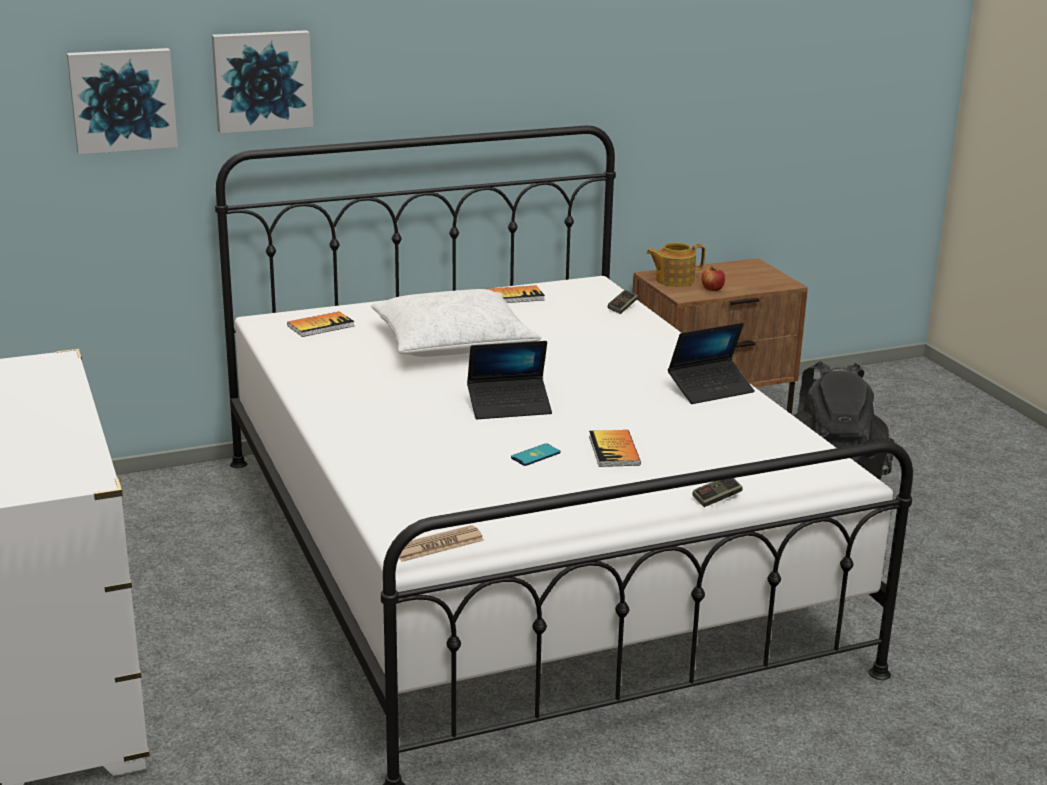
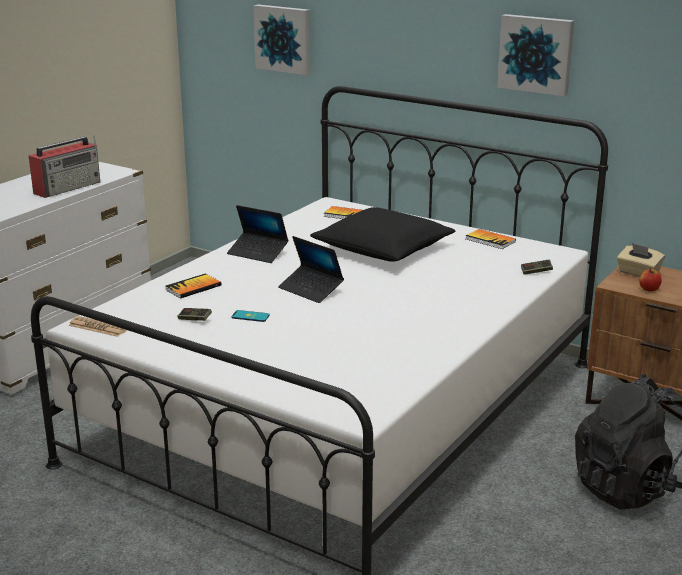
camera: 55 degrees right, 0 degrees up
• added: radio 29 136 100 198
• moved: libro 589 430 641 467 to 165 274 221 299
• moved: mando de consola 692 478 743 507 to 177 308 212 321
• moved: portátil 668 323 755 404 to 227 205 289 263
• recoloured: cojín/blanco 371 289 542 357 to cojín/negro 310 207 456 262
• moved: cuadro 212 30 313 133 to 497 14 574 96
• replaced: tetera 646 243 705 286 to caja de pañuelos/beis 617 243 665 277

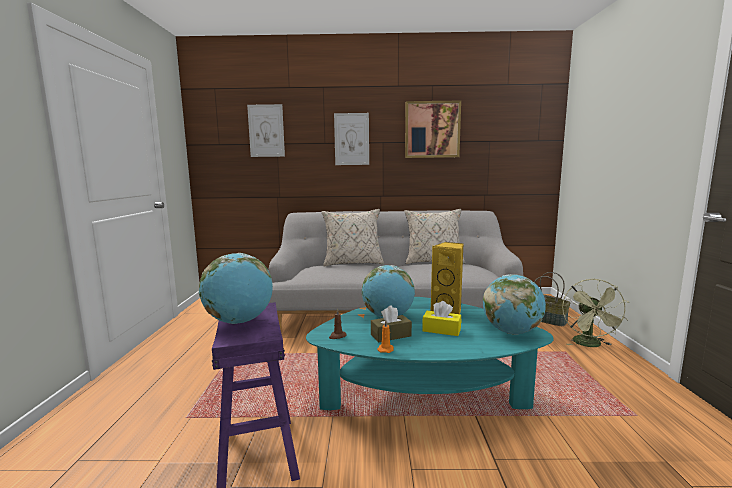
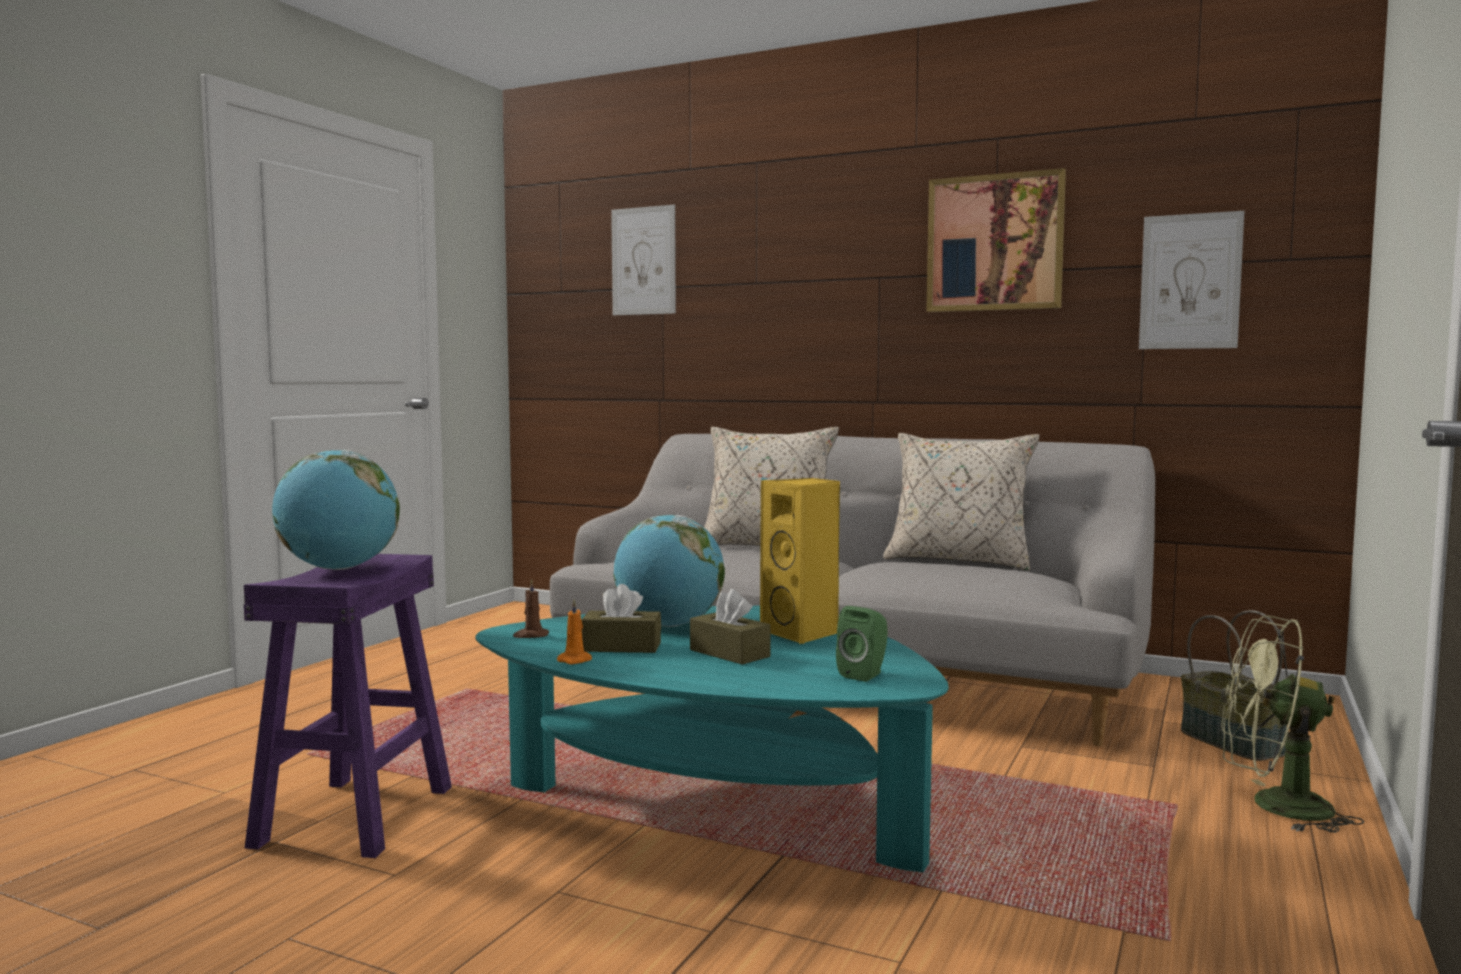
camera: 25 degrees right, 5 degrees down
• recoloured: caja de pañuelos/amarillo 422 301 461 336 to caja de pañuelos/marrón 690 589 771 664
• replaced: globo terráqueo 483 274 546 335 to altavoz/verde 836 606 888 682
• moved: cuadro 334 113 369 165 to 1139 211 1244 349
• turned: ventilador/verde 562 278 629 347 = 1221 616 1364 833 75 degrees clockwise

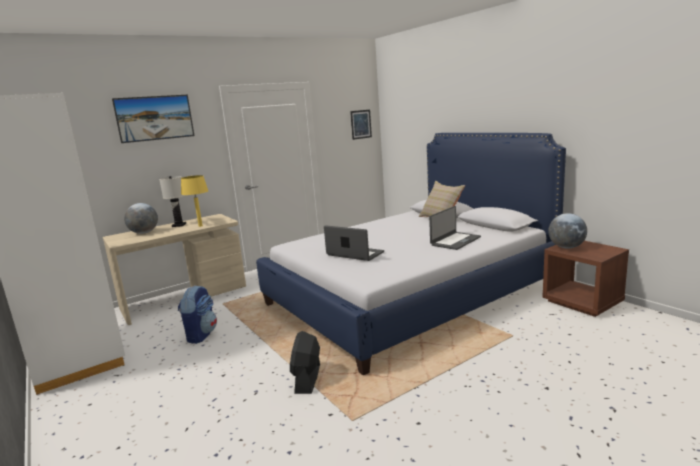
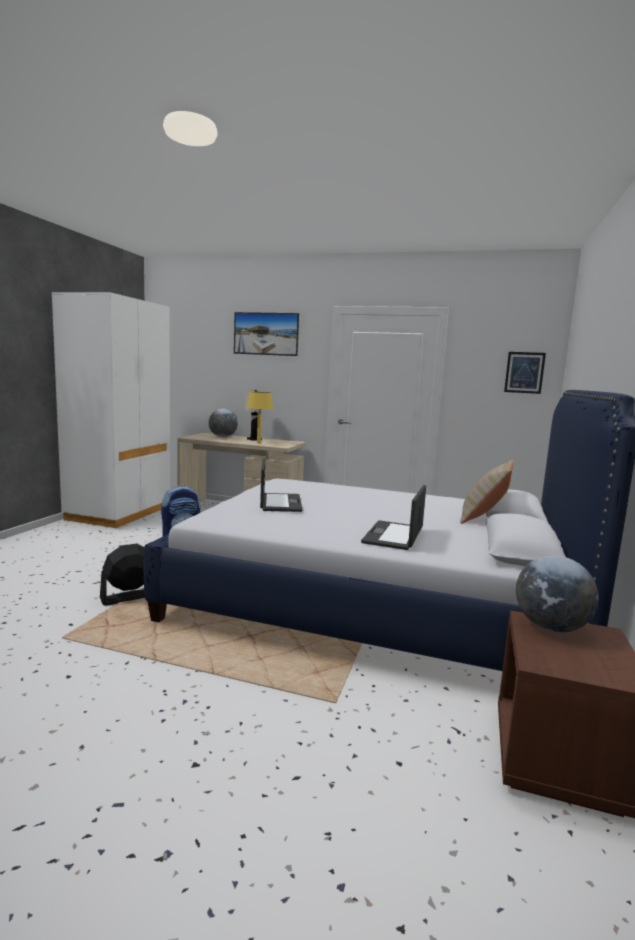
camera: 50 degrees right, 5 degrees down
• turned: portátil 429 206 481 250 = 361 485 426 550 105 degrees clockwise

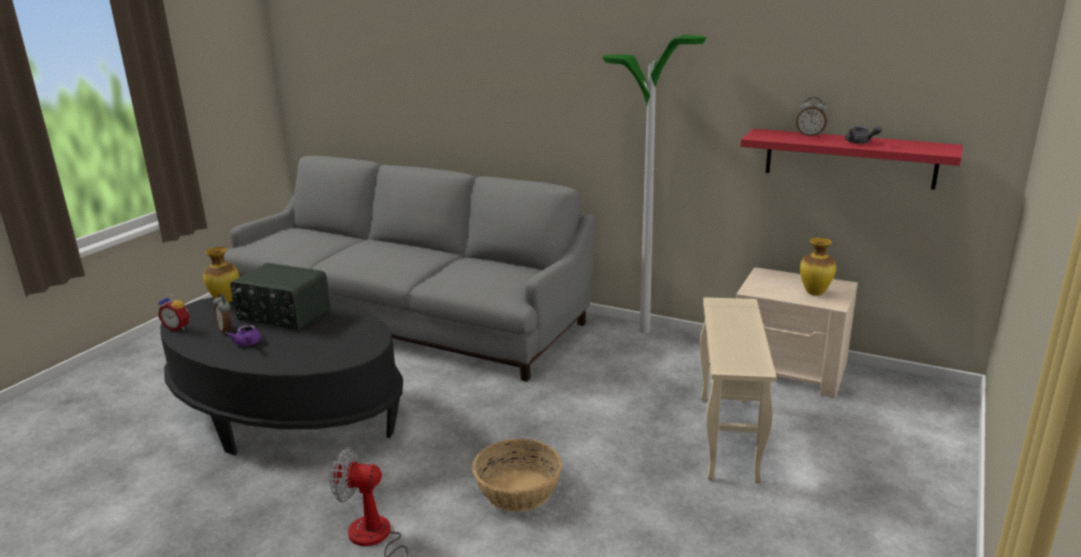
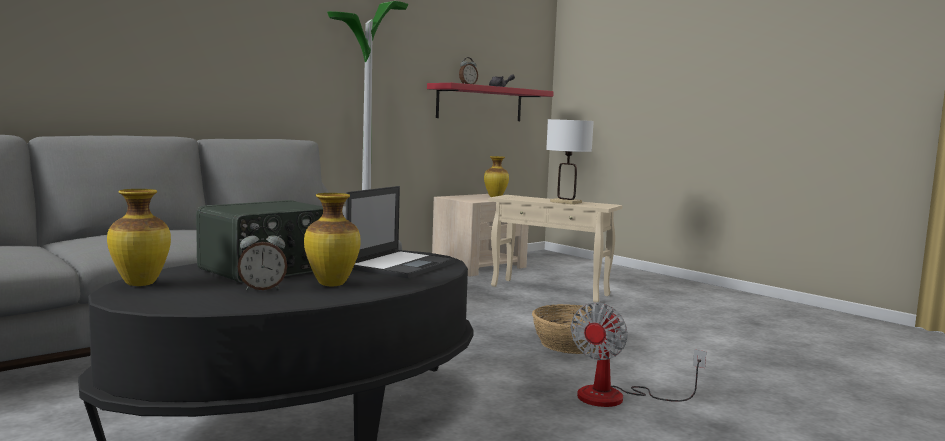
camera: 70 degrees left, 15 degrees down
• replaced: tetera/morado 227 325 261 346 to florero 304 193 361 286
• added: portátil 346 186 455 278
• added: lámpara de mesa/blanco 546 119 594 204
• removed: despertador 158 293 190 331

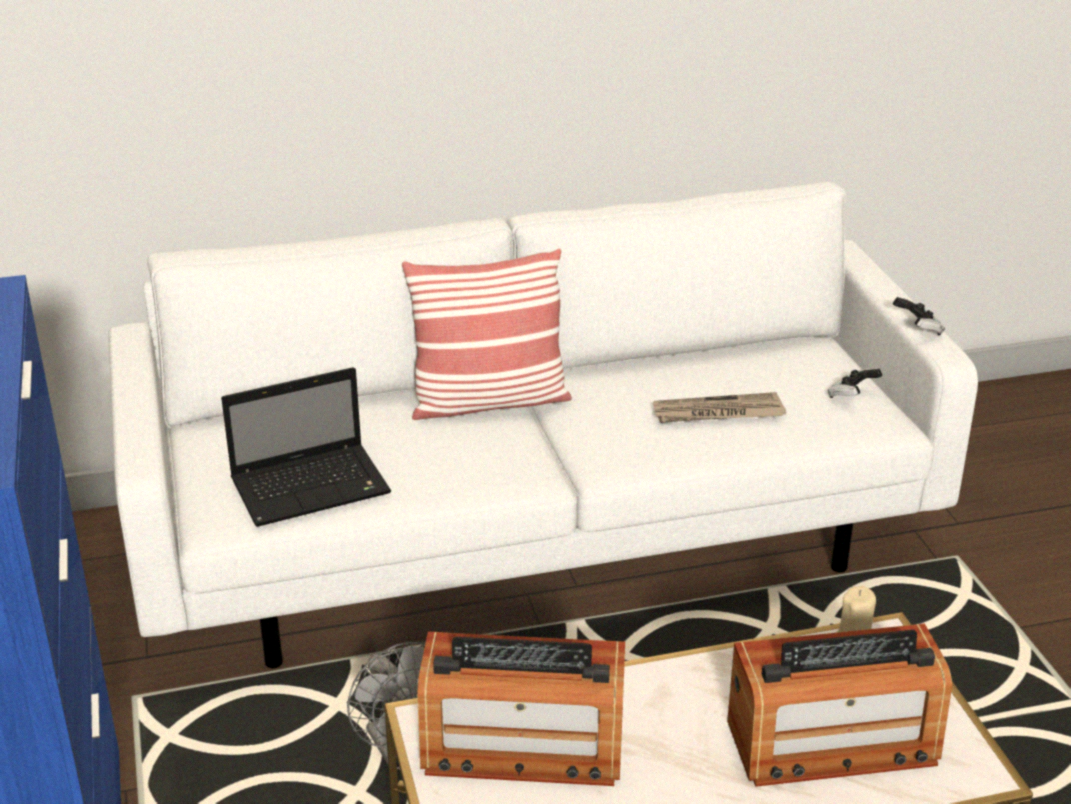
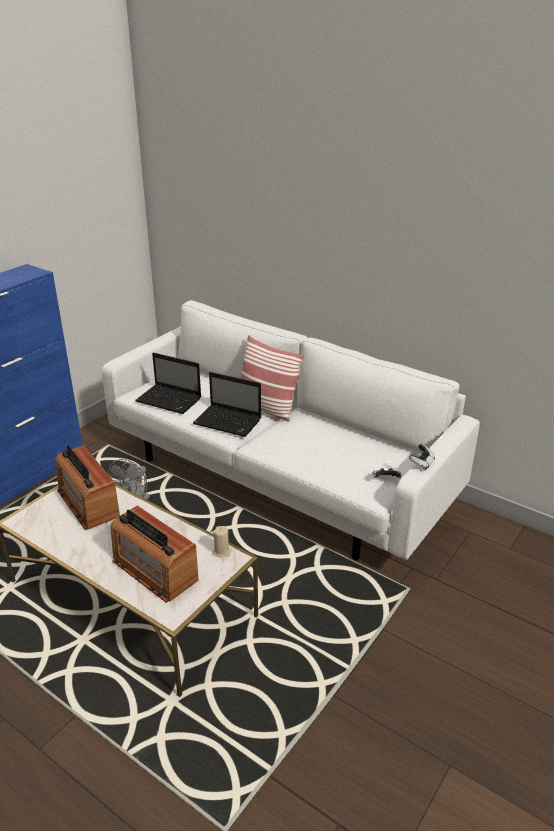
camera: 50 degrees right, 0 degrees up
• added: portátil 193 372 261 437
• removed: periódico 653 392 786 423

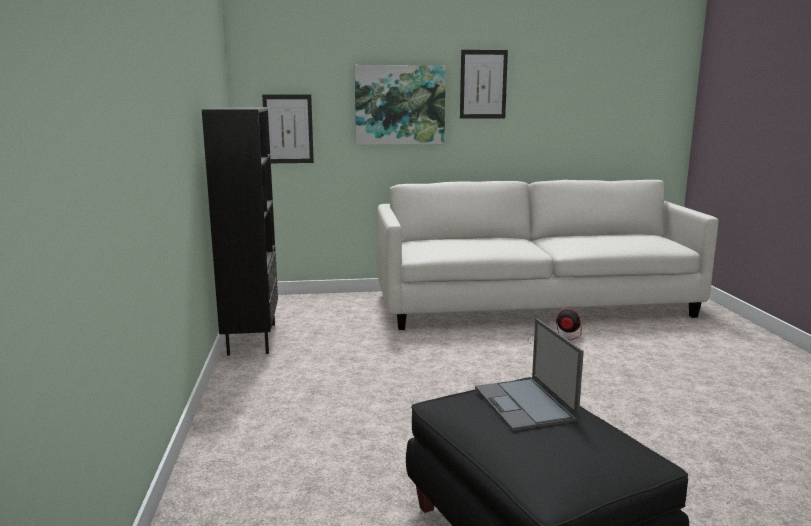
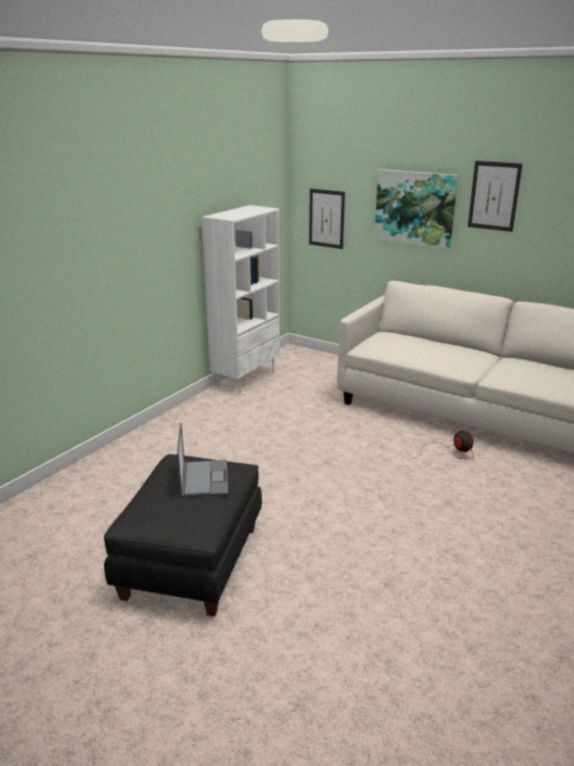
camera: 40 degrees right, 10 degrees up
• turned: portátil 475 318 584 431 = 177 423 228 497 150 degrees clockwise
• recoloured: estantería/negro 202 107 278 356 to estantería/blanco 201 205 280 393

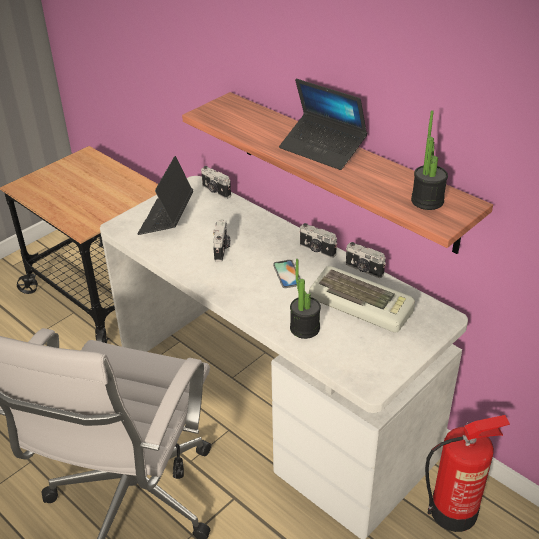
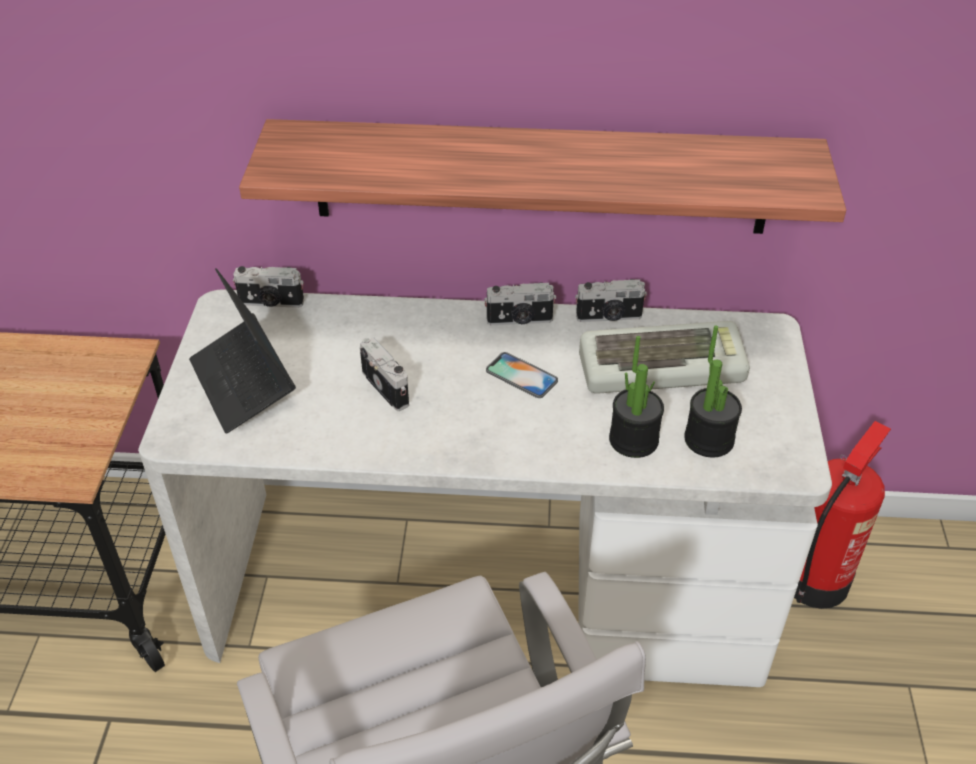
camera: 40 degrees left, 5 degrees up
• moved: planta en maceta 411 110 448 210 to 684 325 742 457
• removed: portátil 279 79 367 170

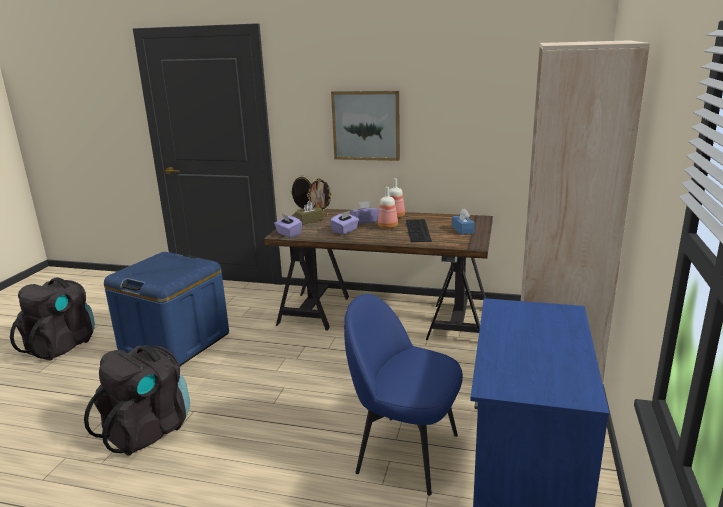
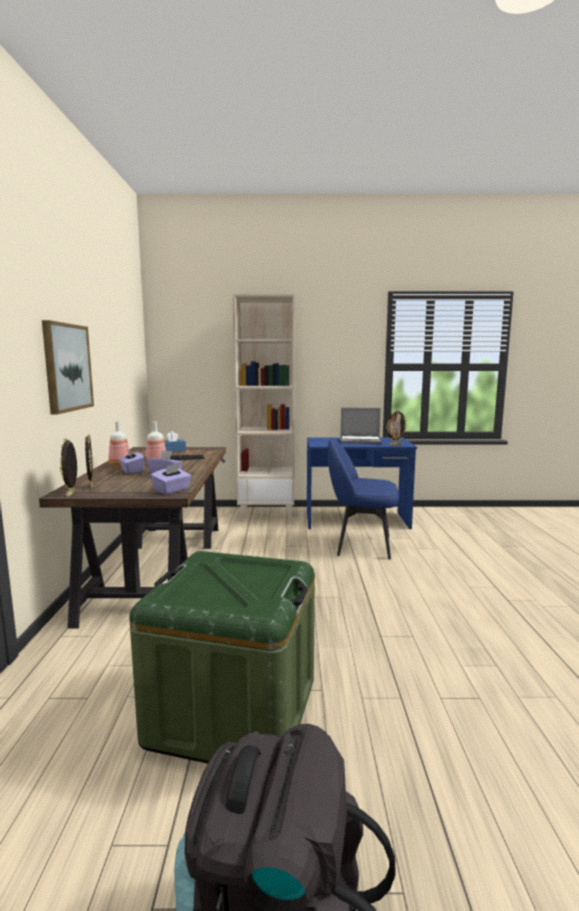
camera: 105 degrees left, 10 degrees down
• recoloured: caja de almacenaje/azul 104 252 229 366 to caja de almacenaje/verde 129 551 315 764
• turned: silla/azul 344 294 463 496 = 328 439 399 560 90 degrees clockwise
• added: portátil 340 408 382 444
• added: portarretratos 386 410 407 446
• removed: mochila/negro 84 345 190 456
• removed: caja de pañuelos/marrón 295 201 323 225

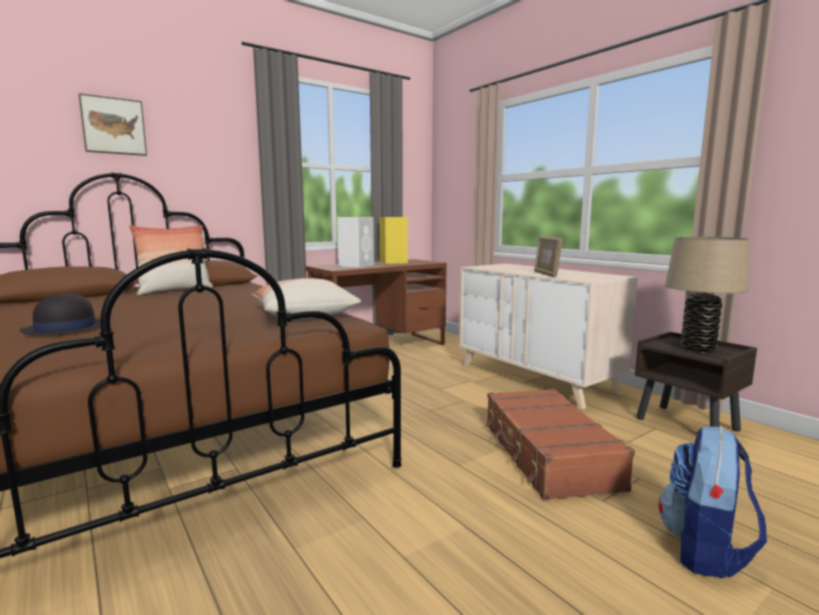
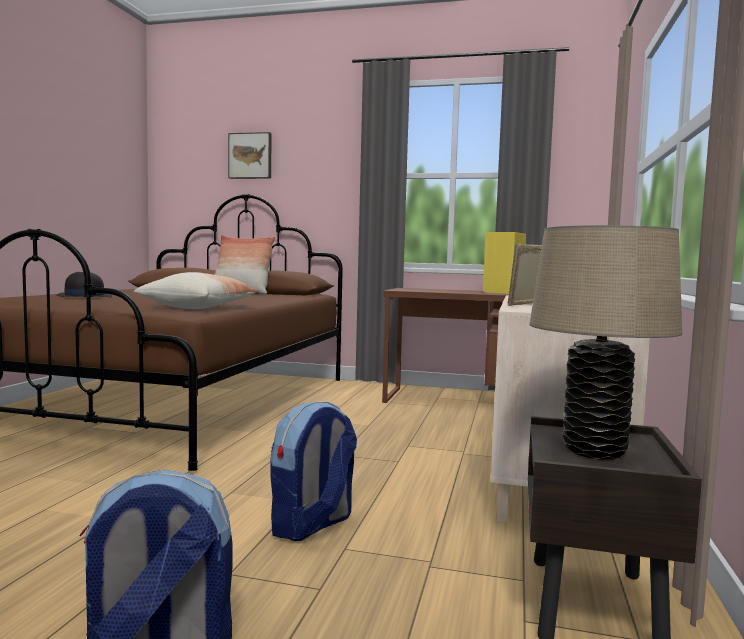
camera: 50 degrees right, 5 degrees down
• replaced: maleta/marrón 485 389 635 500 to mochila 270 401 357 541
• removed: altavoz/blanco 337 217 374 268

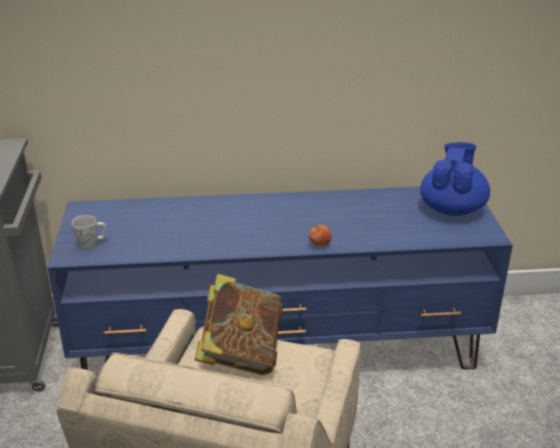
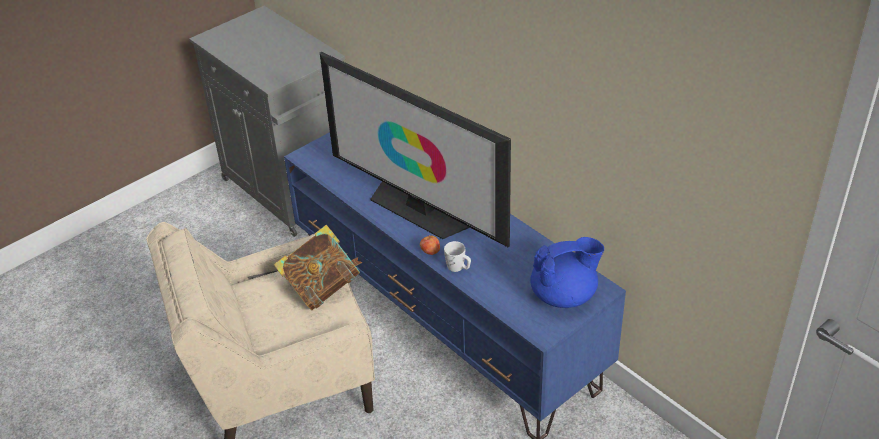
camera: 55 degrees right, 10 degrees up
• added: televisor 320 52 511 247
• moved: taza grande/blanco 72 215 106 250 to 444 241 471 272

